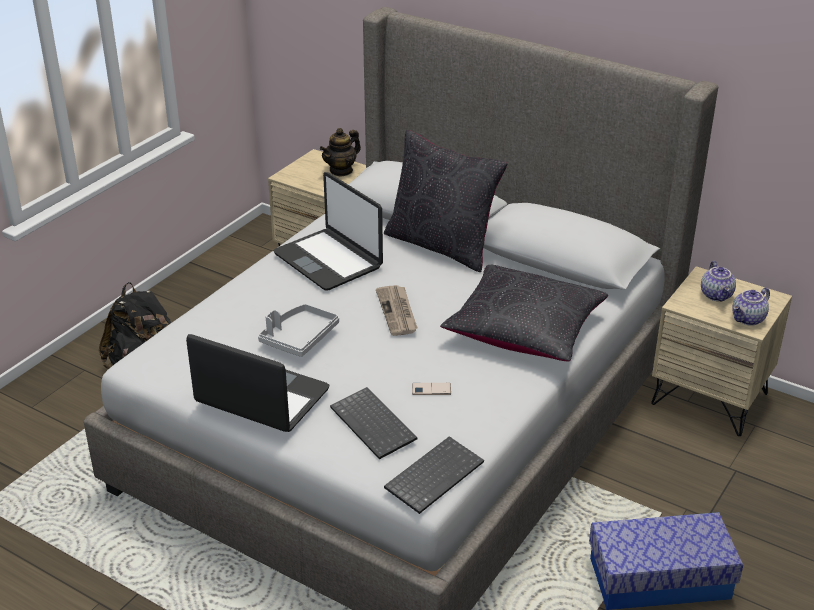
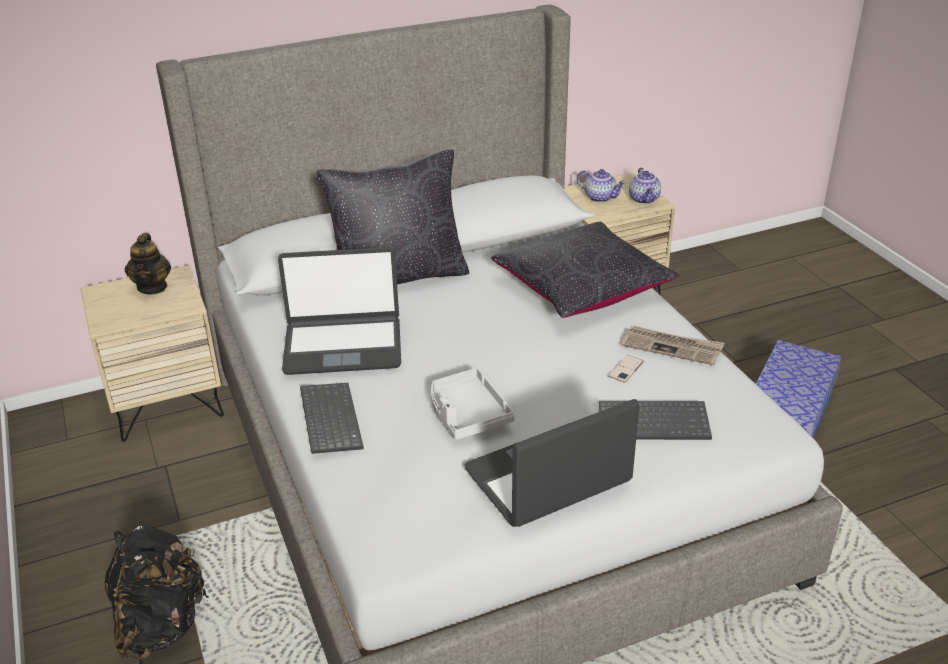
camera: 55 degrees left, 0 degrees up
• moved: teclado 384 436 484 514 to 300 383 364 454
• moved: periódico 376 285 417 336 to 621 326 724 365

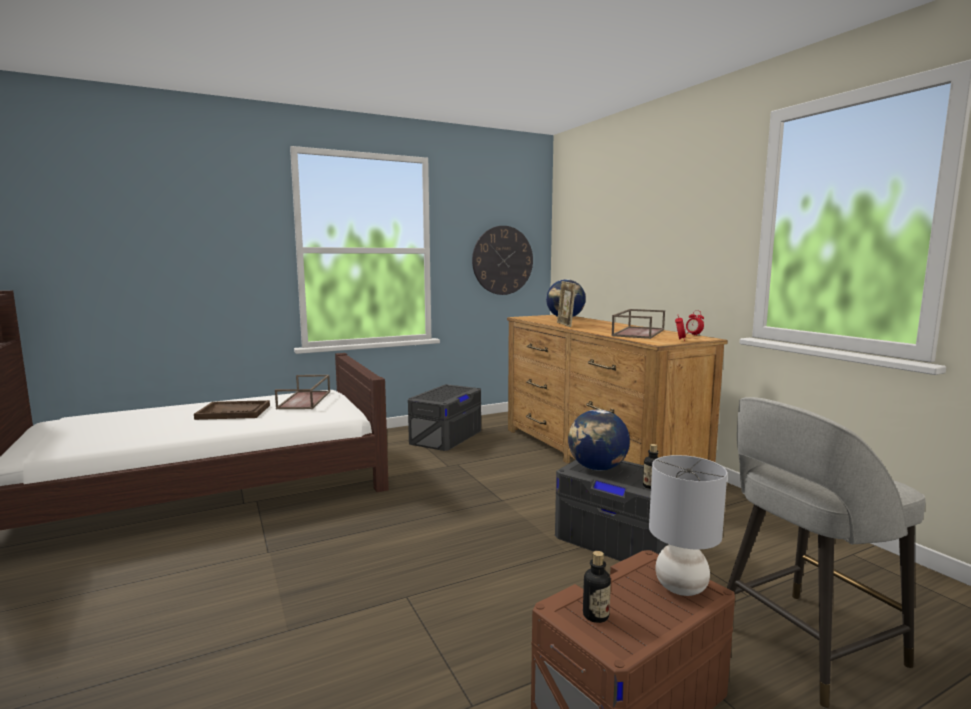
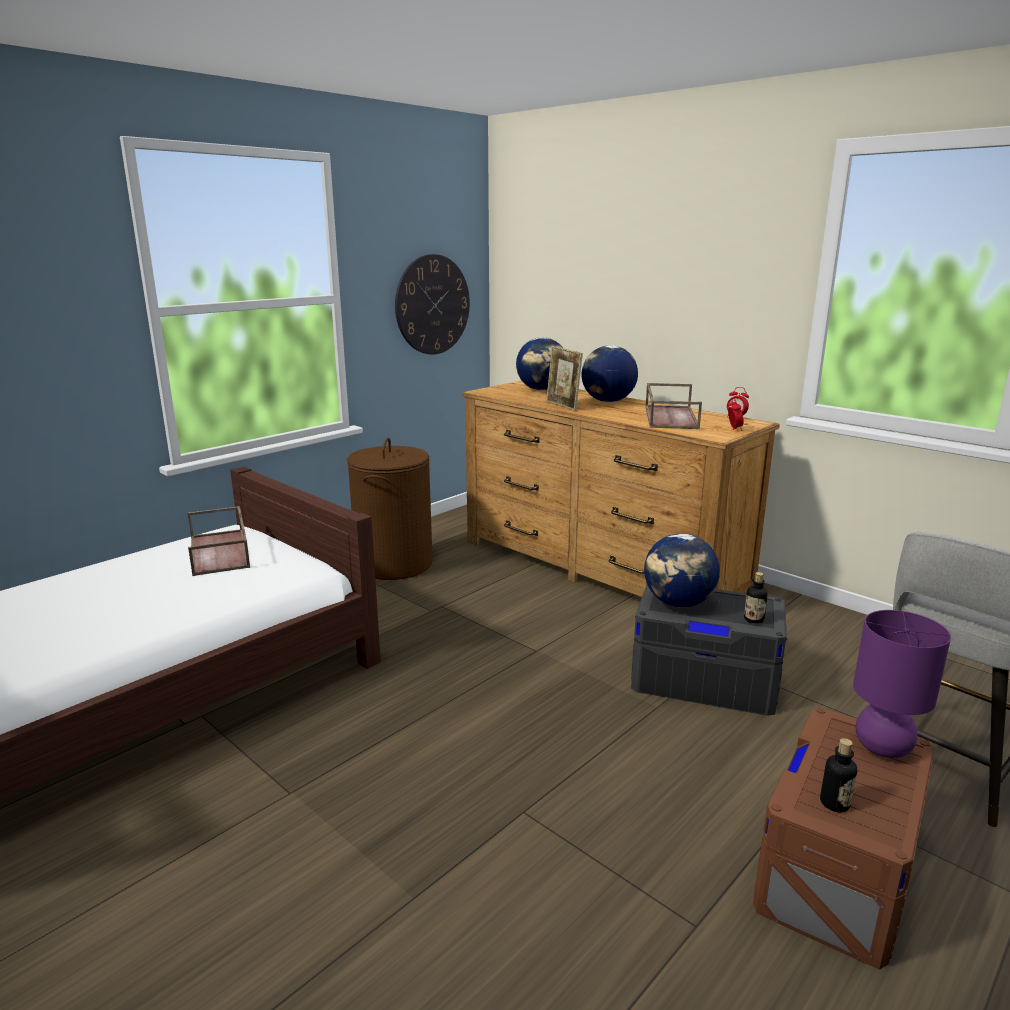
camera: 20 degrees left, 10 degrees up
• replaced: caja de almacenaje/gris 408 384 481 451 to cesto de la ropa/marrón 347 438 433 580
• added: globo terráqueo 582 345 638 402
• recoloured: lámpara de mesa/gris 649 455 727 596 to lámpara de mesa/morado 853 610 951 758
• removed: bandeja/marrón 194 400 270 420

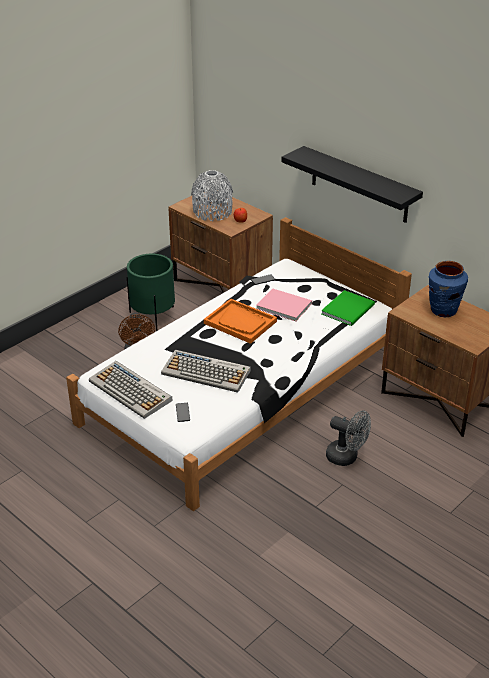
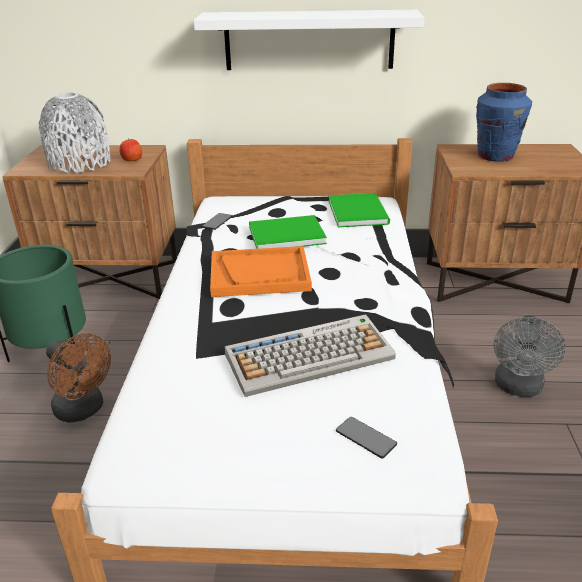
camera: 40 degrees left, 5 degrees down
• recoloured: estante/negro 281 146 423 223 to estante/blanco 193 10 424 70
• recoloured: libro/rosa 256 288 312 321 to libro/verde 249 215 327 249
• turned: ventilador/gris 326 410 371 466 = 494 315 566 397 120 degrees clockwise
• removed: teclado 89 361 173 419

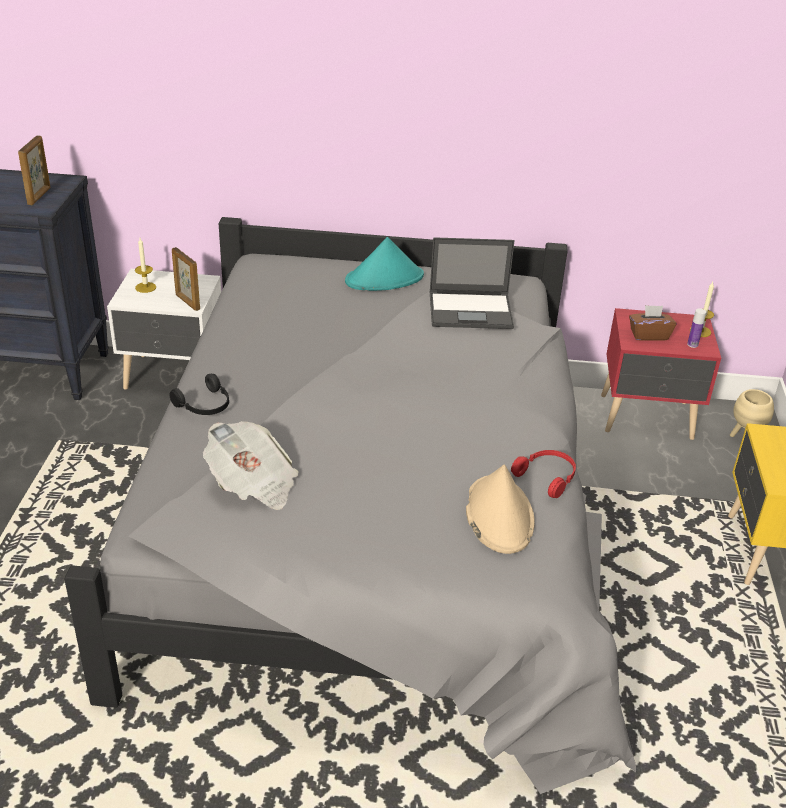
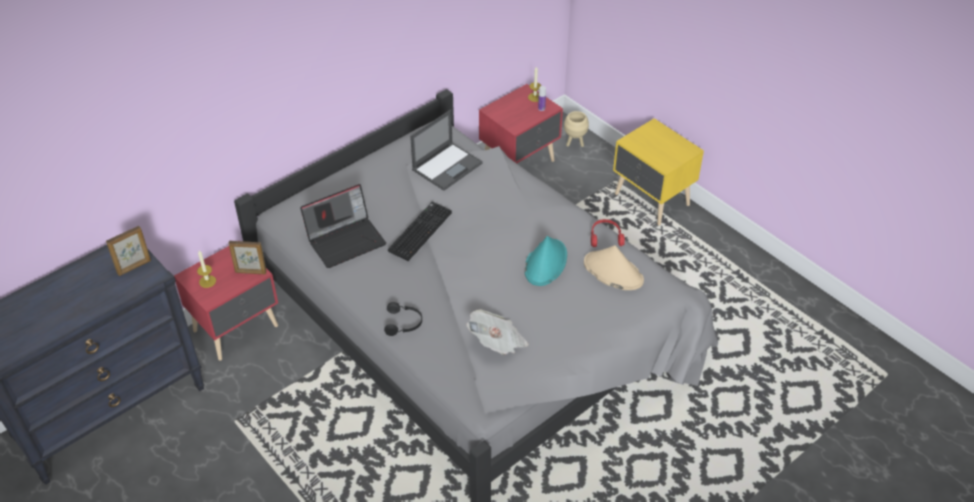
camera: 45 degrees left, 10 degrees up
• turned: portarretratos 18 136 51 205 = 106 226 151 276 90 degrees clockwise
• recoloured: mesita de noche/blanco 107 269 221 390 to mesita de noche/rojo 174 246 278 361
• added: portátil 300 184 386 268
• added: teclado 388 202 452 261
• moved: sombrero/turquesa 345 237 424 291 to 525 236 567 286
• removed: caja de pañuelos/marrón 629 305 677 341

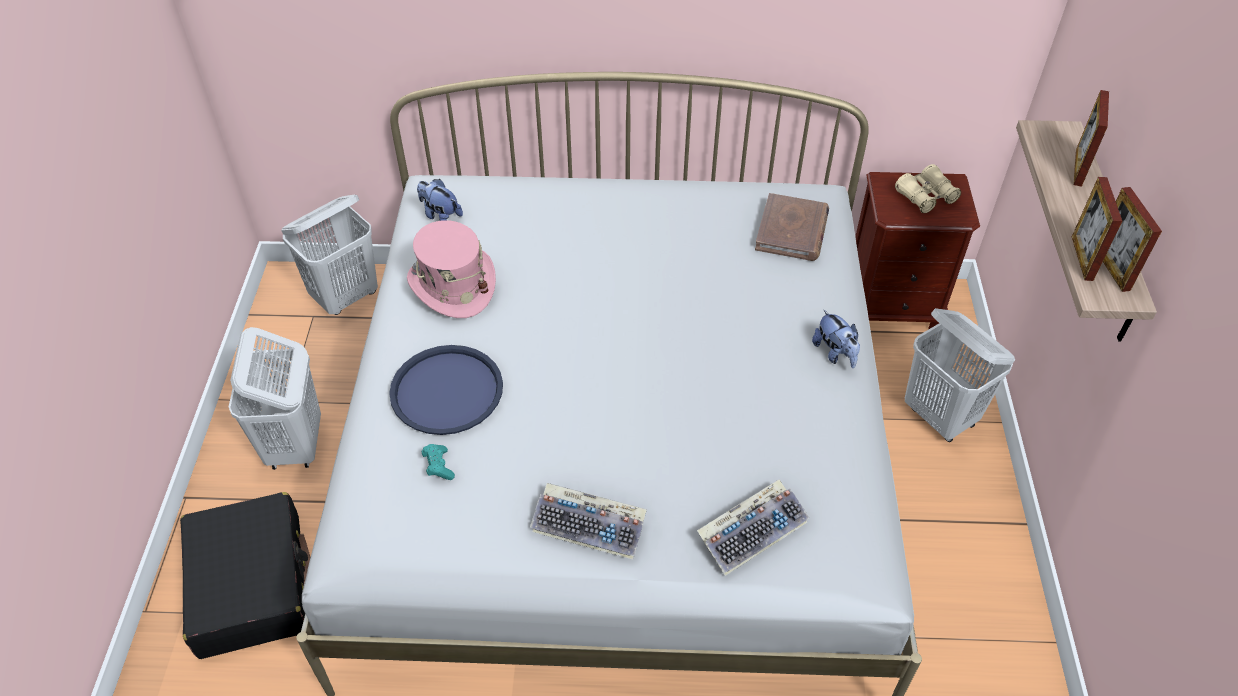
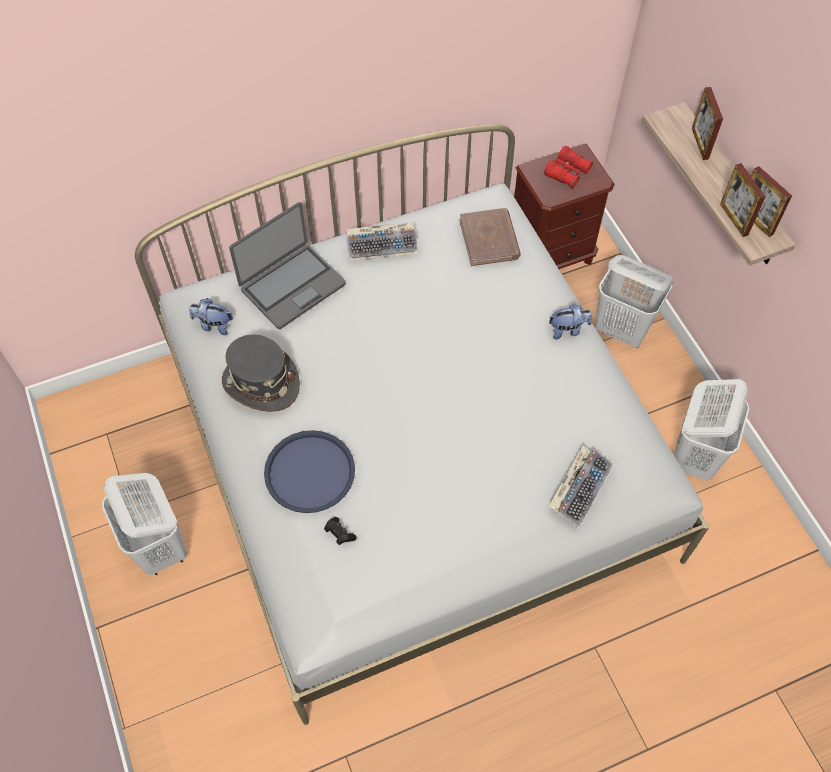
camera: 25 degrees left, 10 degrees up
• recoloured: sombrero/rosa 407 220 496 318 to sombrero/gris 222 335 300 412
• added: portátil 229 202 346 329
• recoloured: mando de consola/turquesa 422 444 455 480 to mando de consola/negro 324 517 356 545
• moved: teclado 530 483 647 559 to 346 222 418 261
• recoloured: prismáticos/beis 895 164 961 213 to prismáticos/rojo 544 146 593 189
• turned: peluche 812 309 860 368 = 549 304 592 339 45 degrees counterclockwise
• moved: cesto de la ropa/blanco 281 194 378 315 to 674 379 749 481
• removed: maleta/negro 180 492 310 659

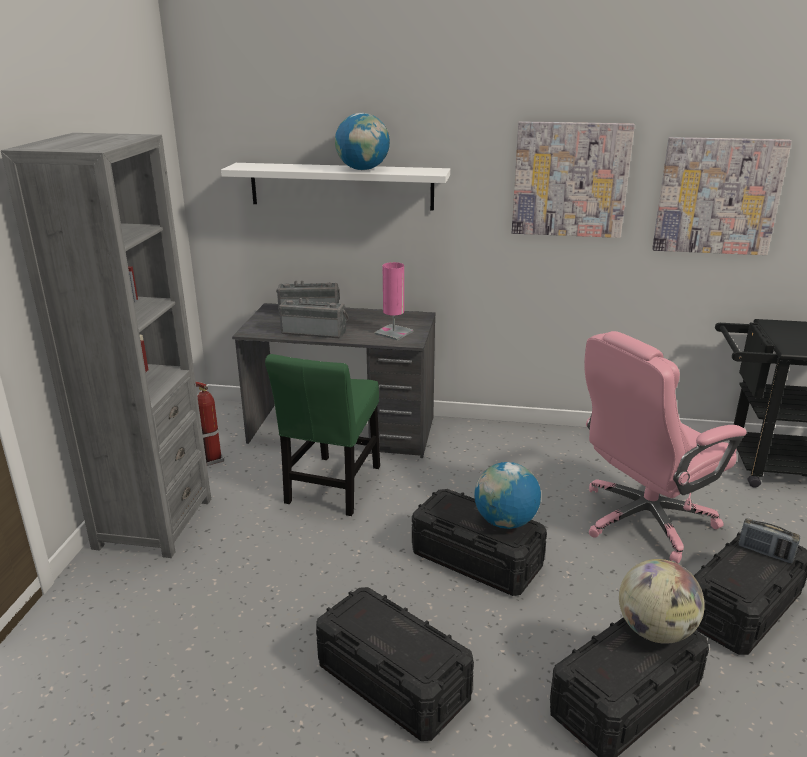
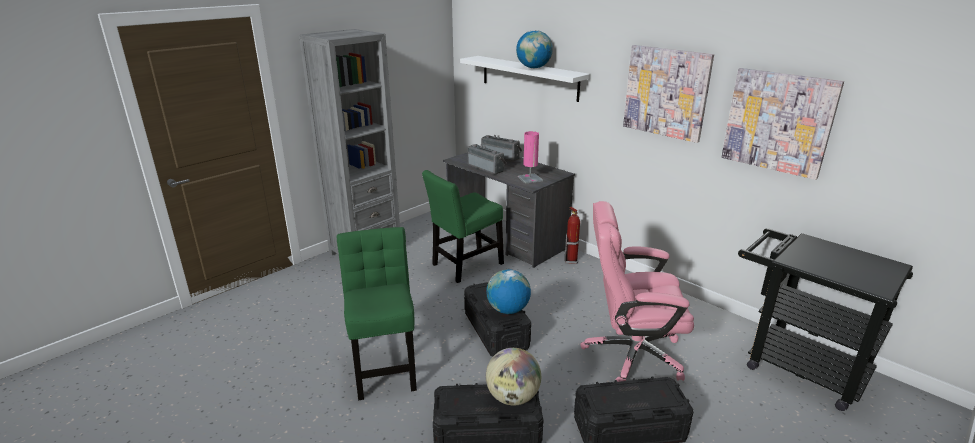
camera: 35 degrees right, 0 degrees up
• replaced: caja de almacenaje/negro 316 587 474 741 to silla/verde 337 227 417 400
• moved: extintor 195 381 224 466 to 565 207 580 264
• removed: radio 738 518 800 564

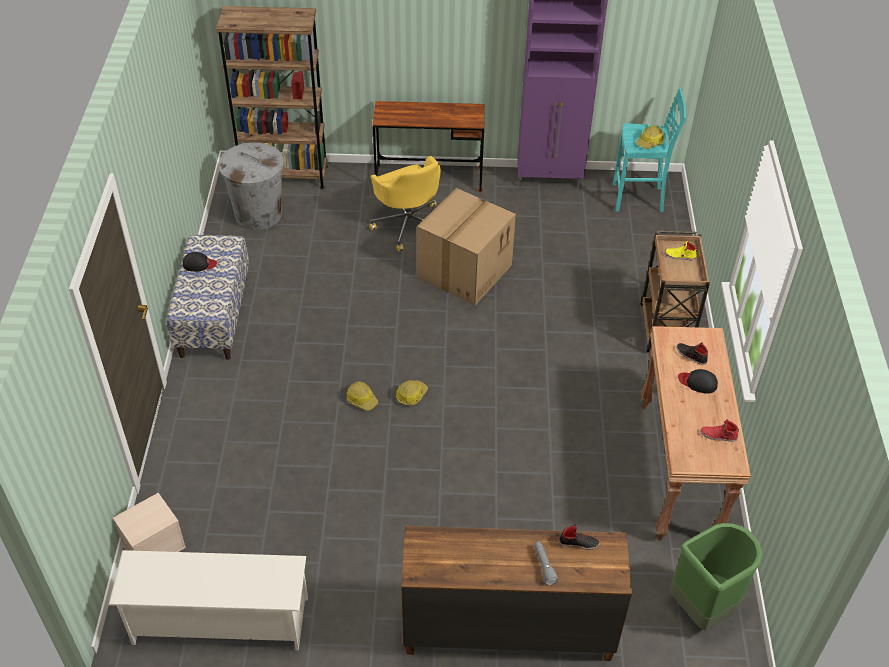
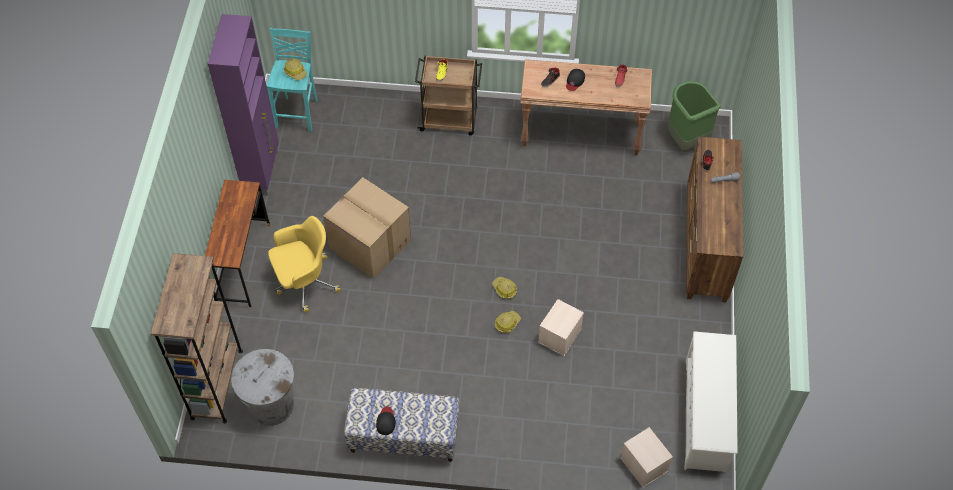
camera: 85 degrees left, 10 degrees up
• added: caja de almacenaje/beis 538 299 584 356

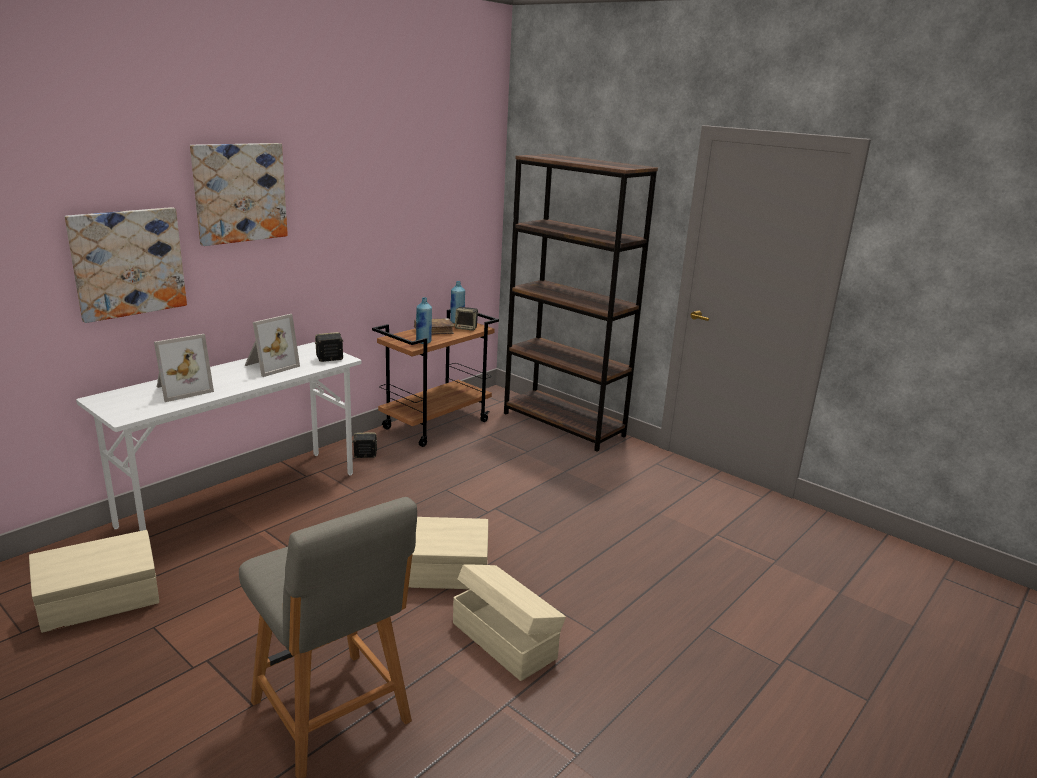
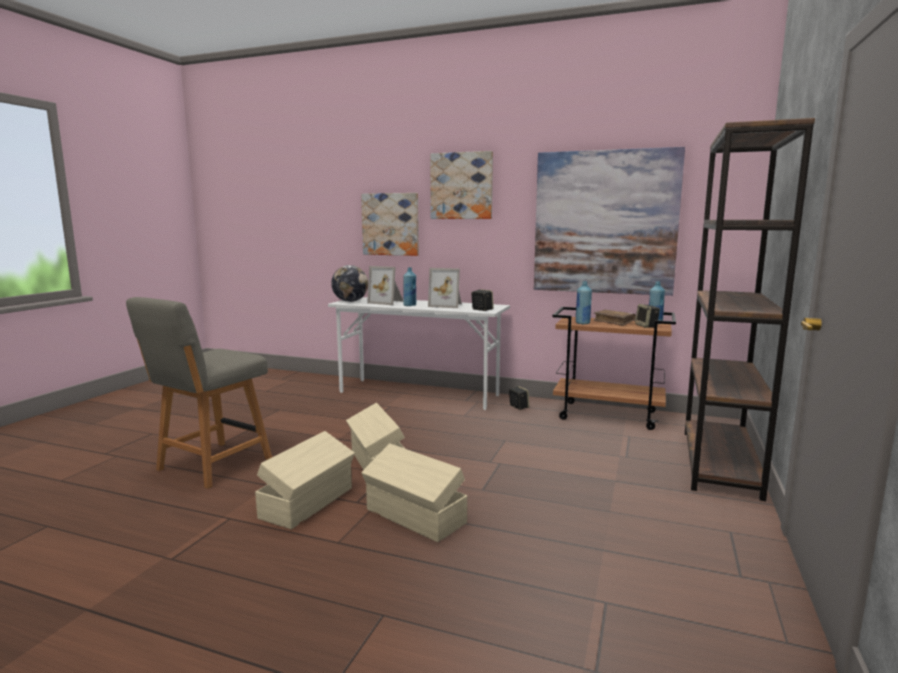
camera: 70 degrees right, 10 degrees down
• added: globo terráqueo 331 265 368 302
• moved: caja de almacenaje/beis 29 530 159 633 to 361 443 467 542
• added: botella/azul 403 267 416 306
• added: cuadro 534 147 685 296

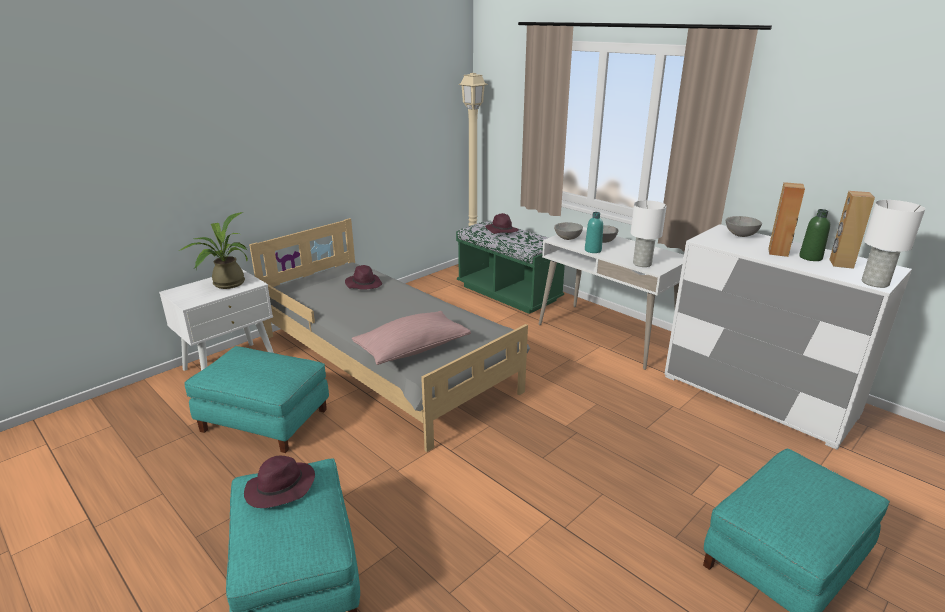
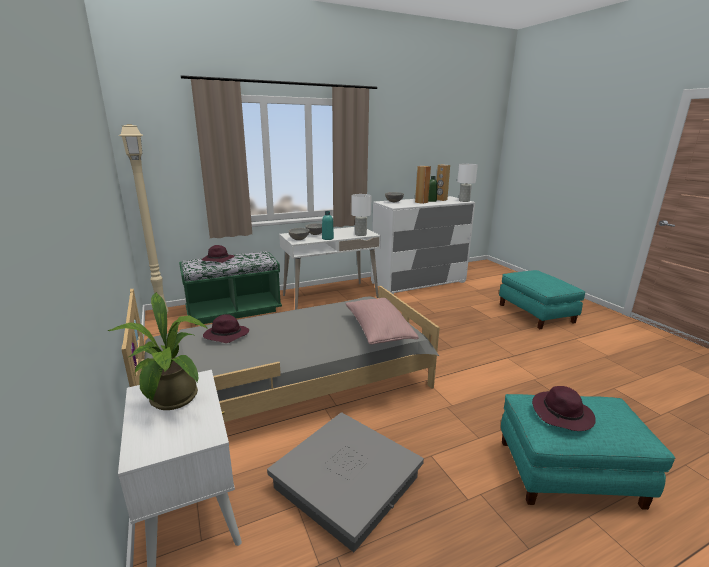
camera: 70 degrees left, 5 degrees down
• replaced: puf/turquesa 184 346 329 453 to caja de almacenaje/gris 267 412 424 552

